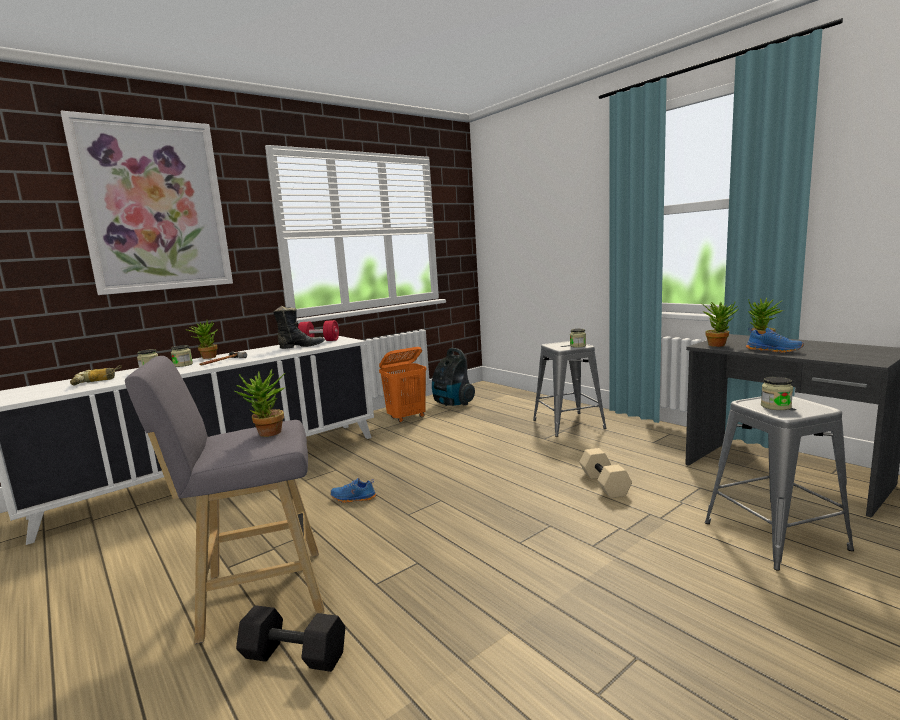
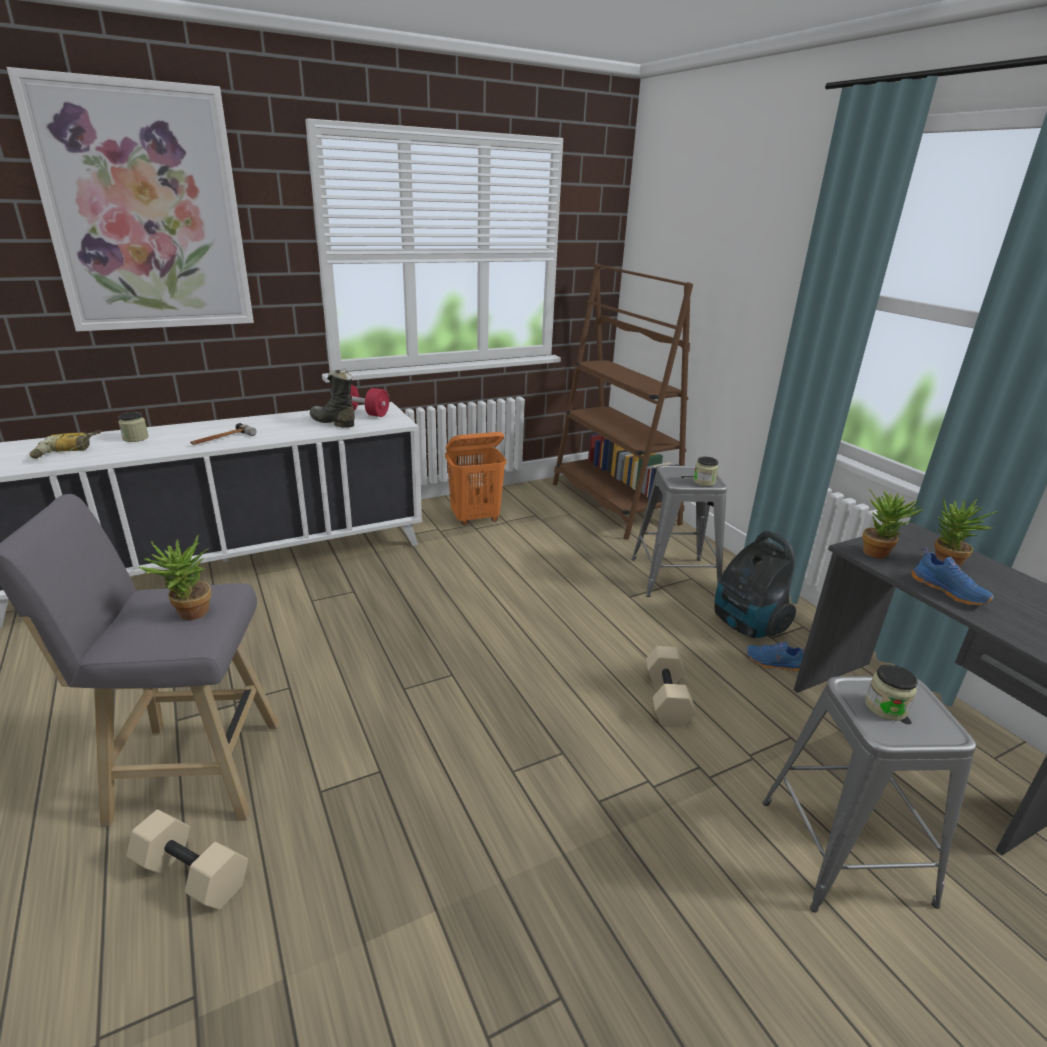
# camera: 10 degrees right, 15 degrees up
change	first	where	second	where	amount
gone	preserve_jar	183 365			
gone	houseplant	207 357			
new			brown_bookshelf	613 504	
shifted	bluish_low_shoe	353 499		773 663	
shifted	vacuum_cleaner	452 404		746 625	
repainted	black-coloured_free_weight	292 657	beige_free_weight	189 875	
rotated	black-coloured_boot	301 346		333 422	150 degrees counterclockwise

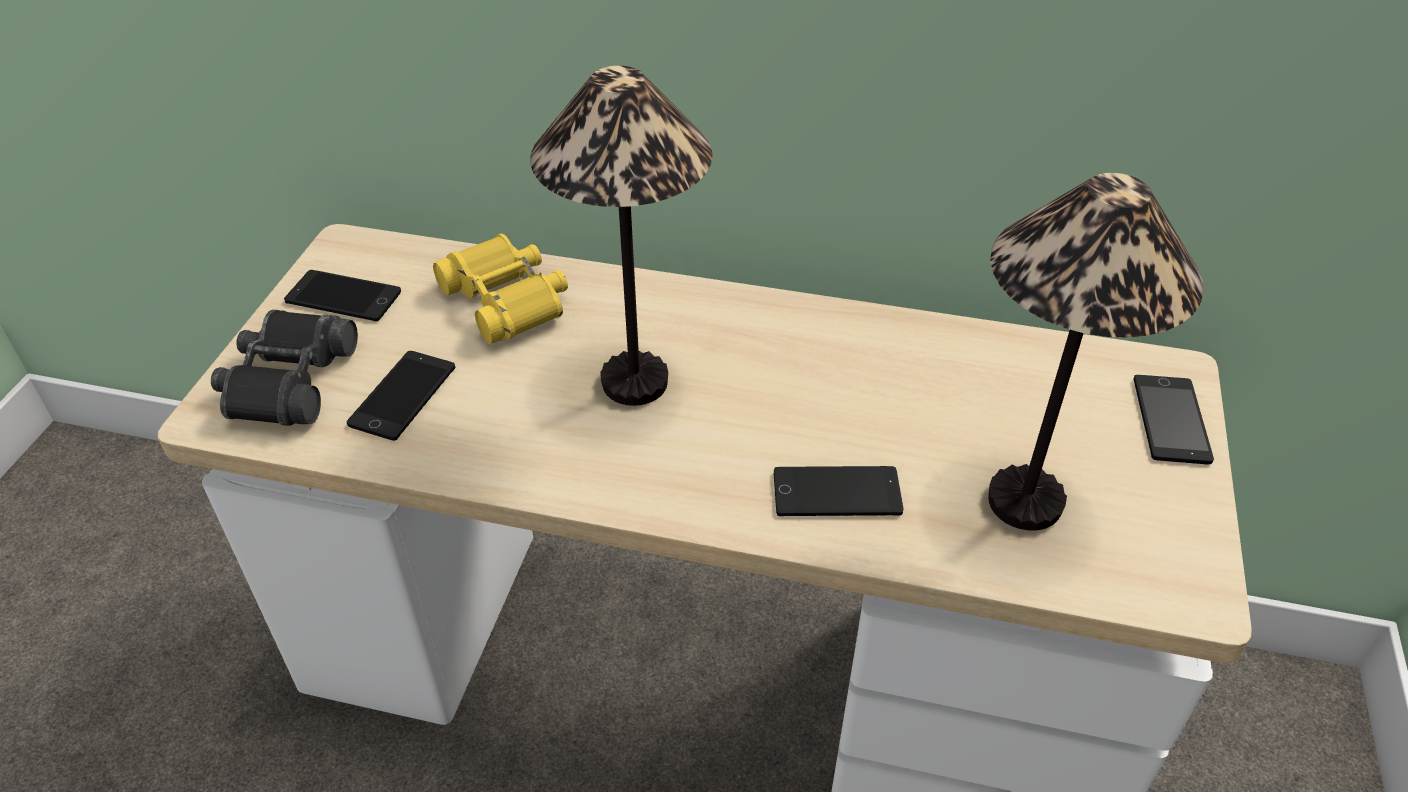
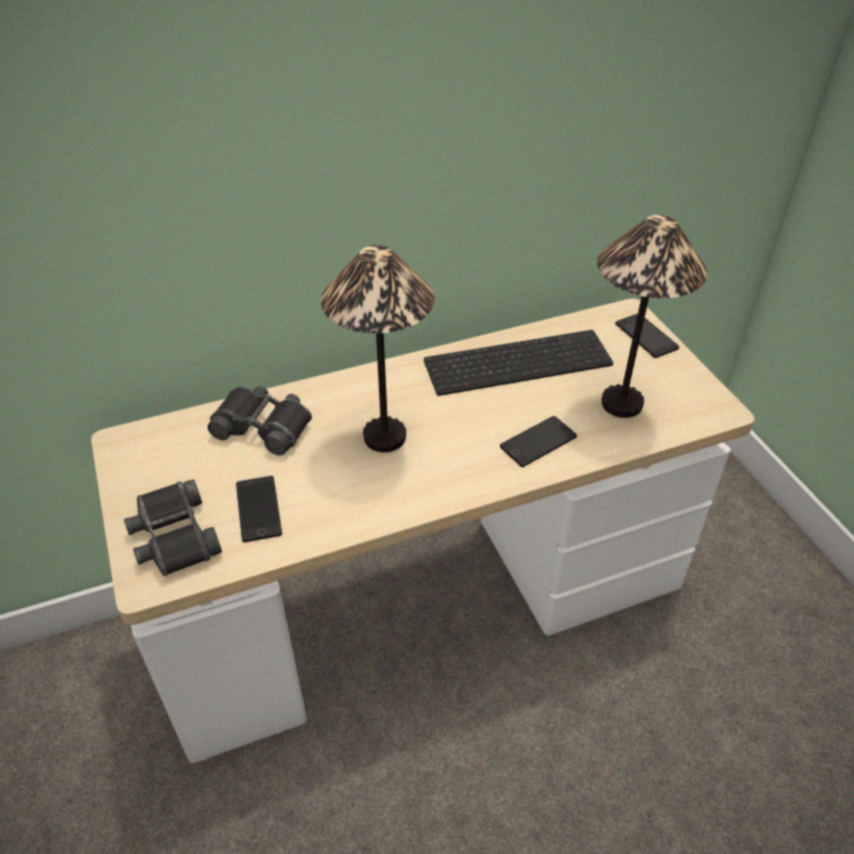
# camera: 35 degrees left, 0 degrees up
change	first	where	second	where	amount
gone	phone	343 297			
new			PC_keyboard	518 360	
repainted	yellow_pair_of_binoculars	507 300	black-coloured_pair_of_binoculars	264 426	

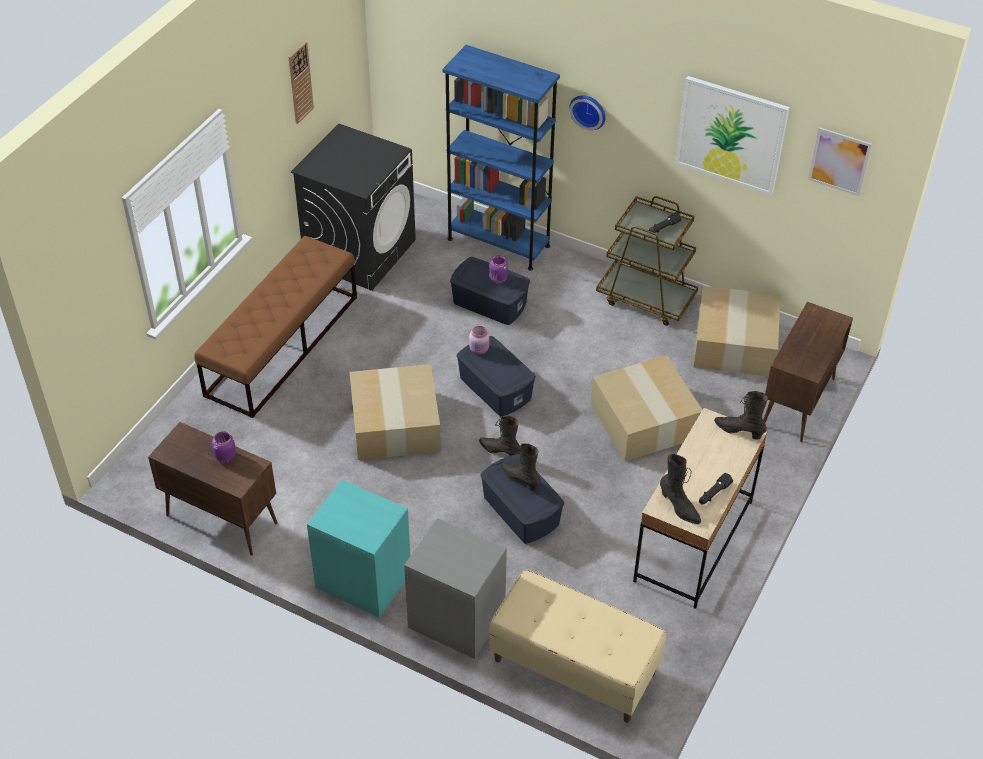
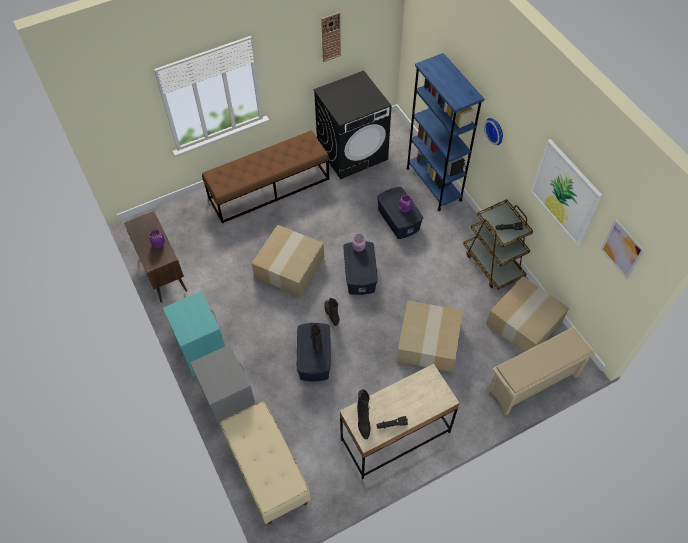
# camera: 35 degrees right, 10 degrees up
change	first	where	second	where	amount
gone	black-coloured_boot	739 431			
swapped	brown_cabinet	798 403	beige_shoe_rack	532 384	

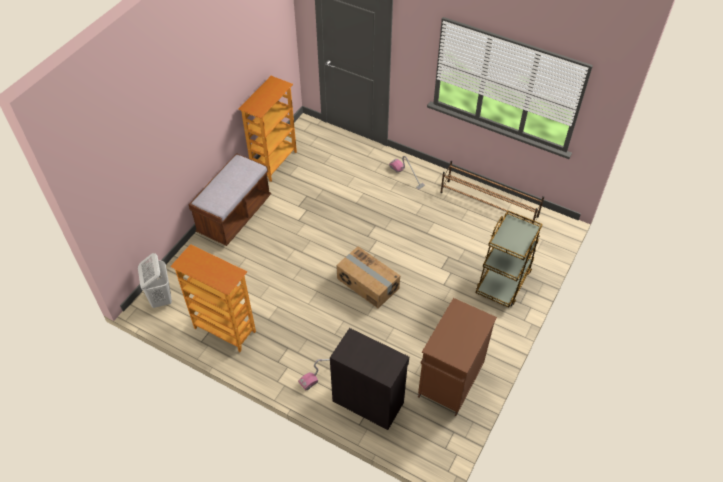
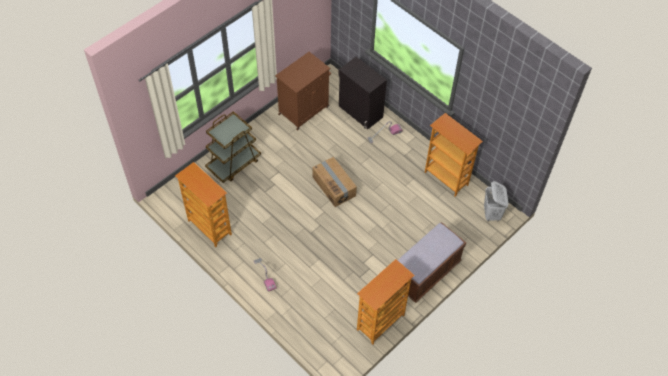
# camera: 165 degrees left, 5 degrees up
change	first	where	second	where	amount
swapped	brown_shoe_rack	489 204	bookshelf	209 228	

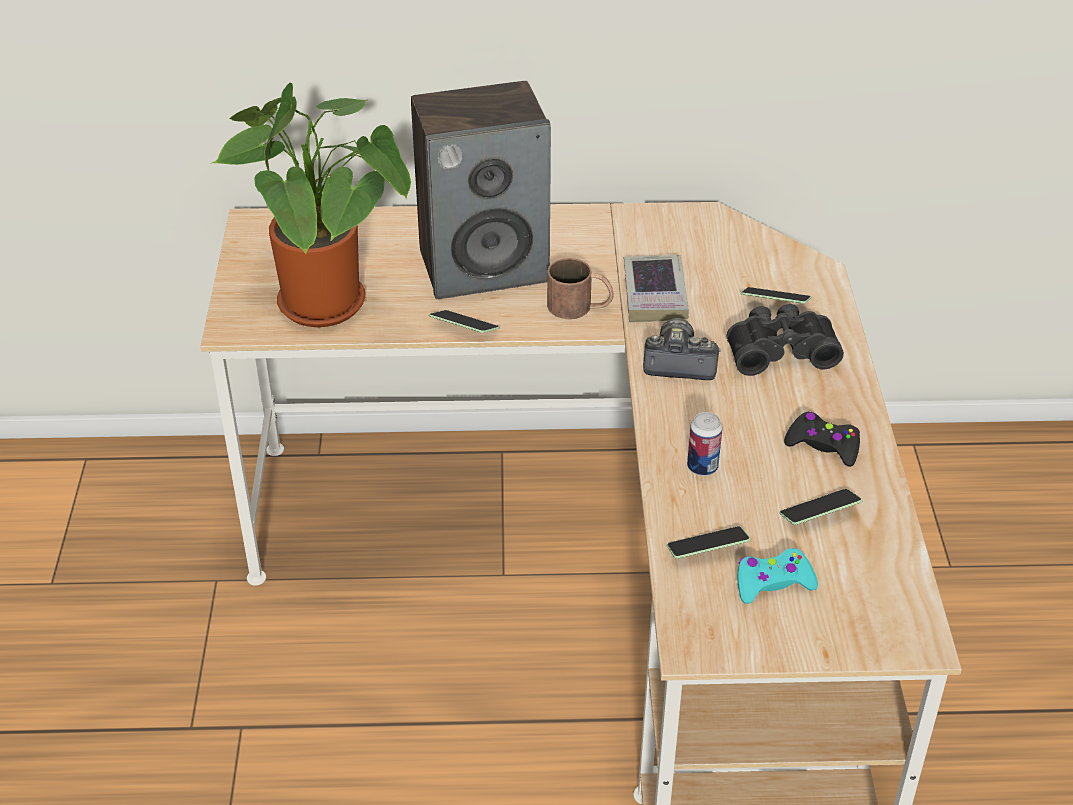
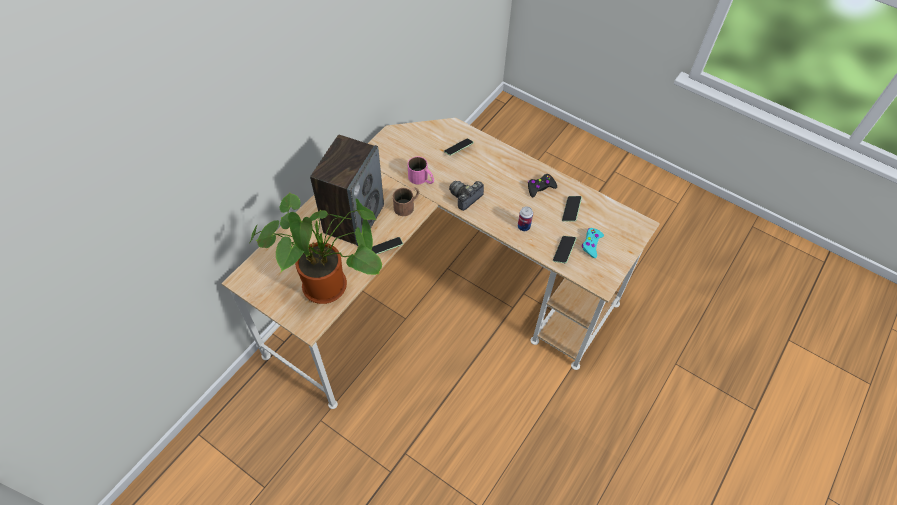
# camera: 55 degrees left, 15 degrees up
change	first	where	second	where	amount
gone	black-coloured_pair_of_binoculars	780 350			
swapped	book	655 294	pink_tea_mug	422 179	

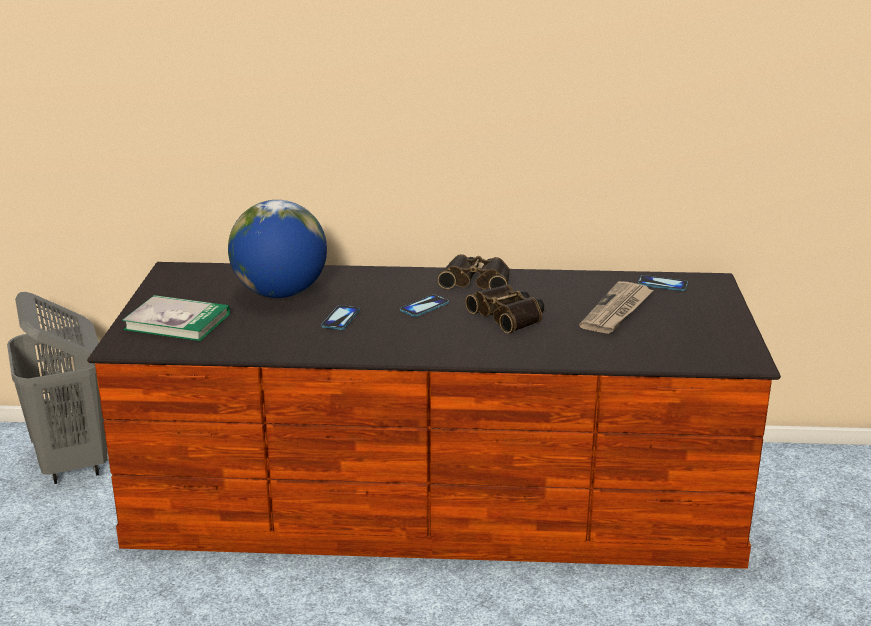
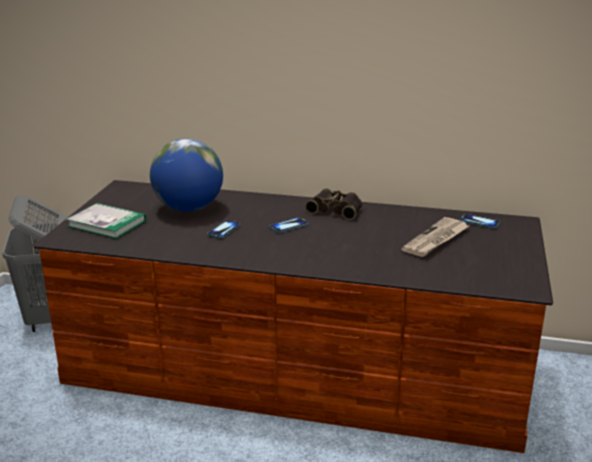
# camera: 10 degrees right, 0 degrees up
change	first	where	second	where	amount
gone	pair_of_binoculars	509 316			

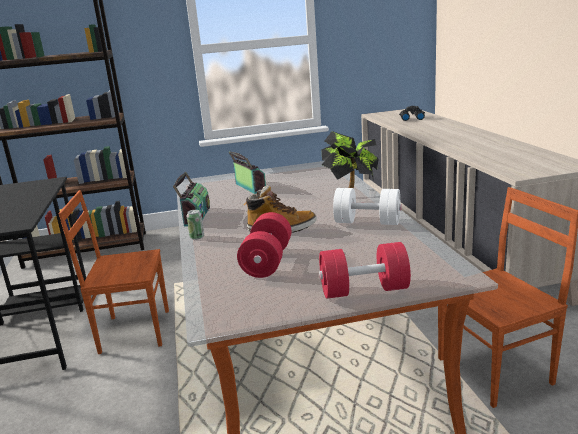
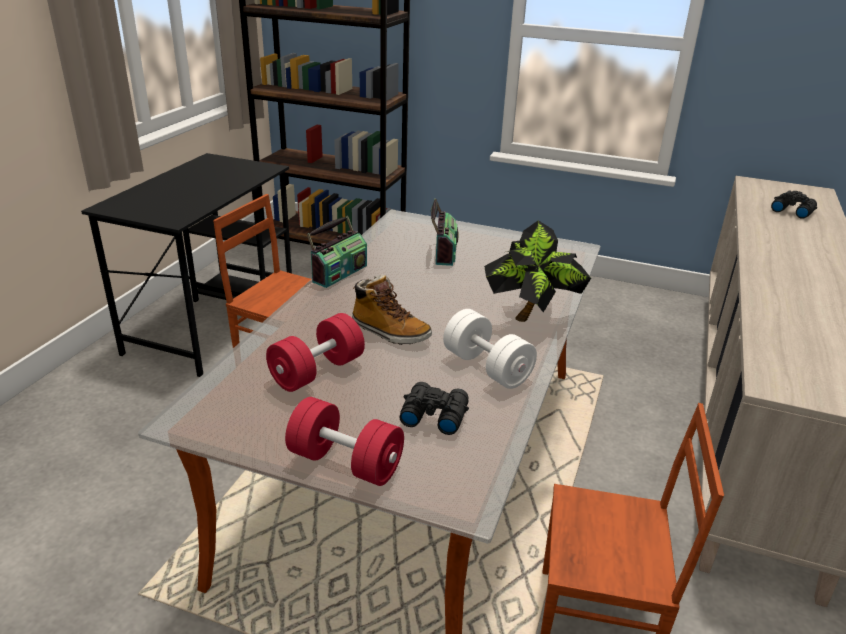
# camera: 30 degrees right, 10 degrees up
change	first	where	second	where	amount
gone	metal_can	197 237			
new			black-coloured_pair_of_binoculars	433 415	

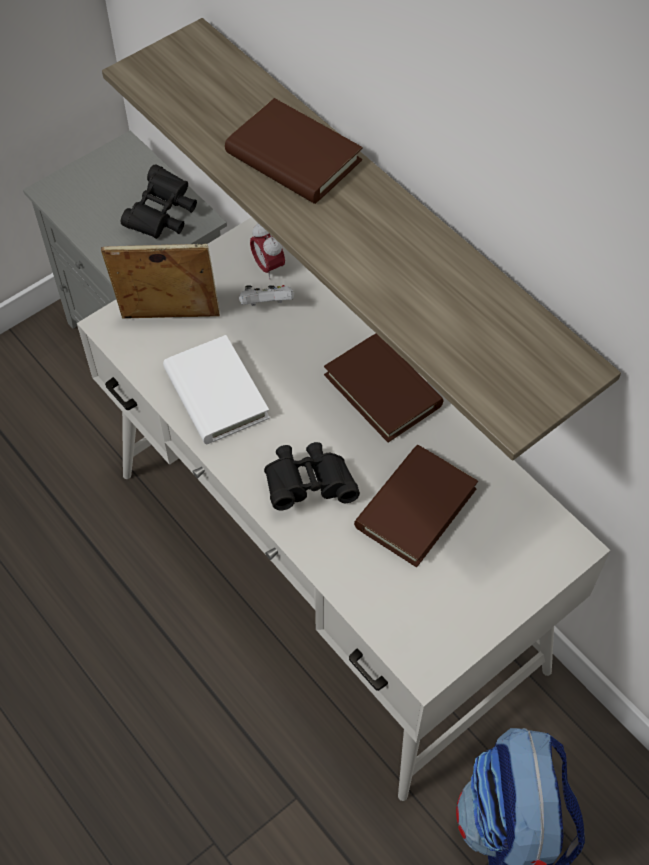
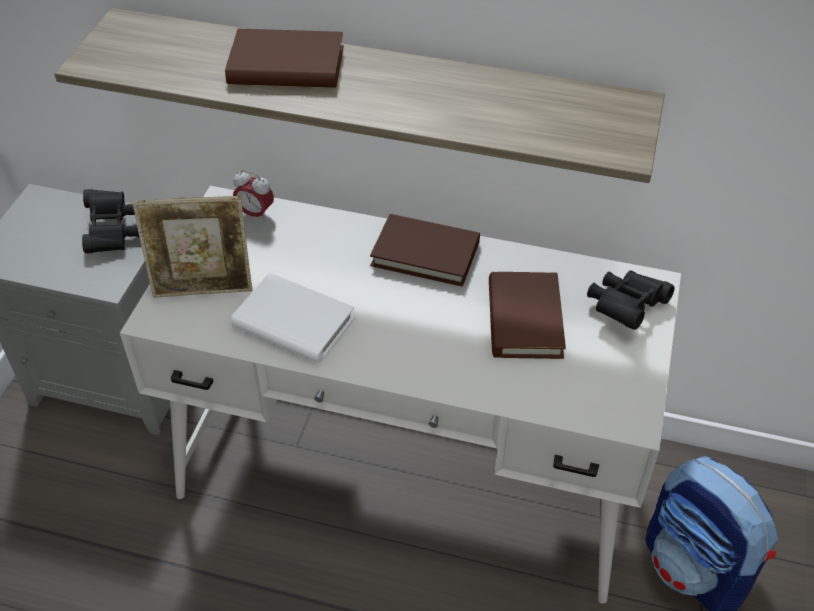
# camera: 35 degrees left, 10 degrees down
change	first	where	second	where	amount
gone	white_gamepad	266 305			
shifted	black-coloured_pair_of_binoculars	309 485		625 307	
rotated	picture_frame	169 320		204 290	150 degrees counterclockwise

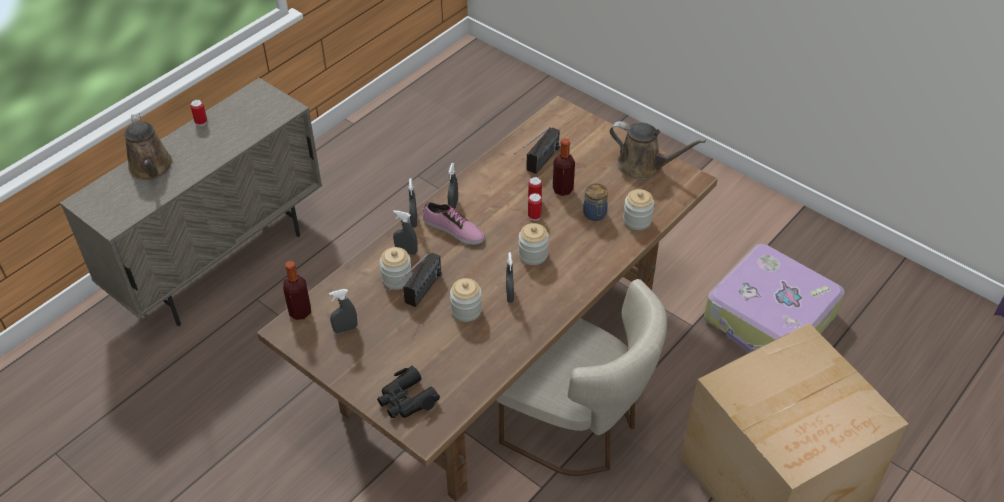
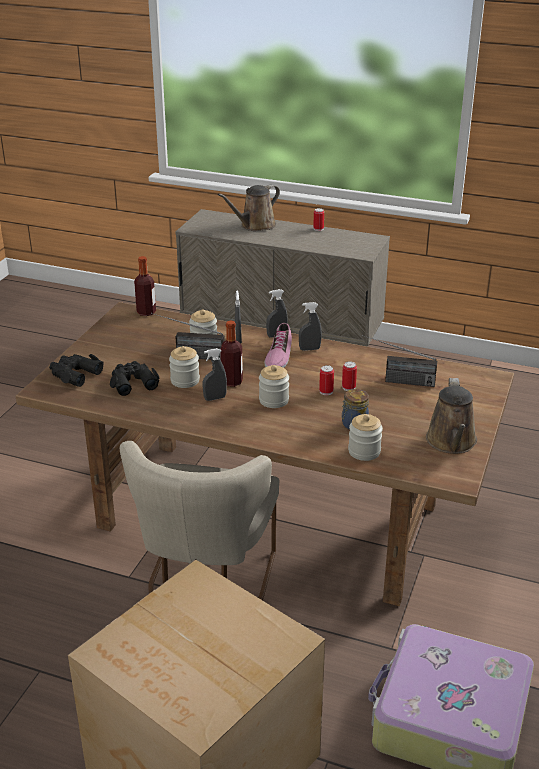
# camera: 70 degrees right, 15 degrees down
change	first	where	second	where	amount
gone	greyish_sprayer	345 329			
new			black-coloured_pair_of_binoculars	133 382	
shifted	bottle	562 189		232 382	

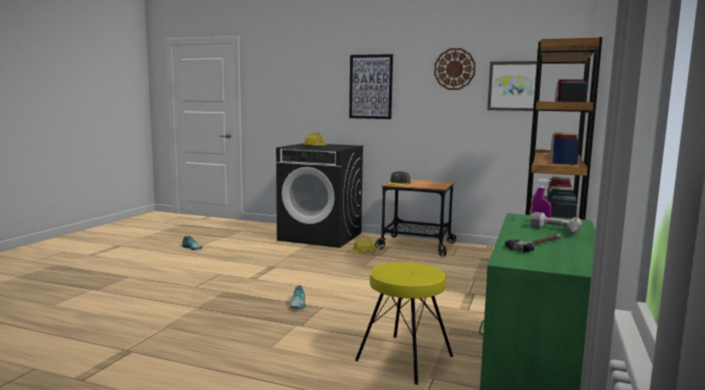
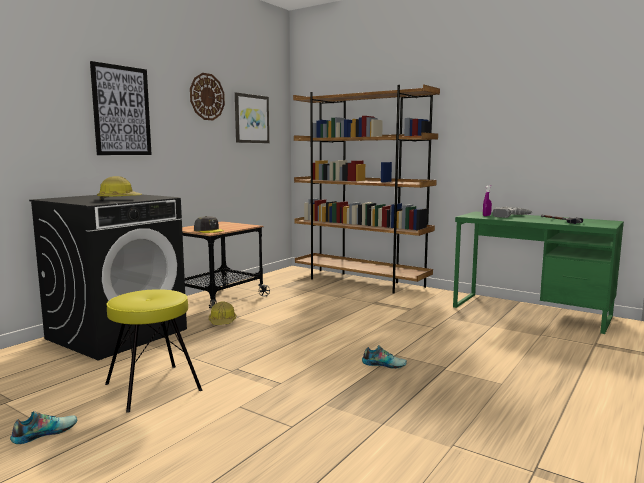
# camera: 75 degrees left, 0 degrees up
change	first	where	second	where	amount
shifted	yellow_sitting_stool	404 358		152 387	

